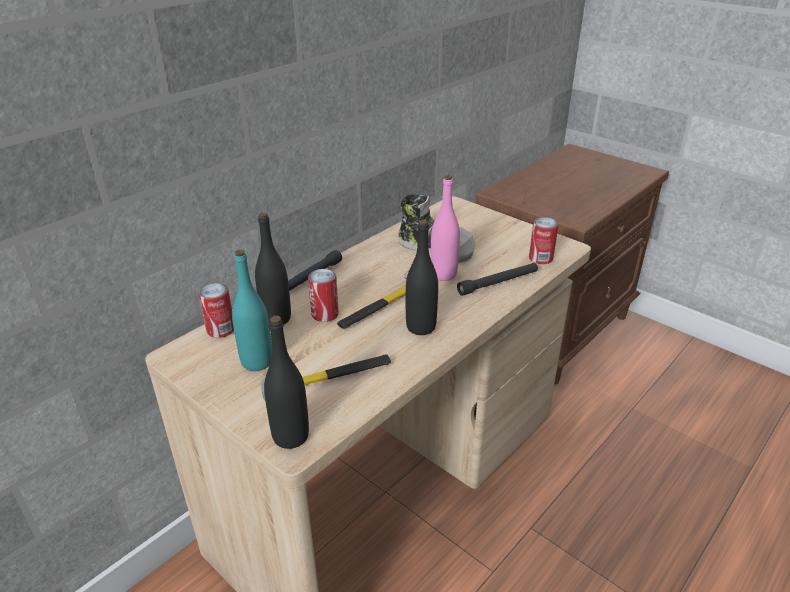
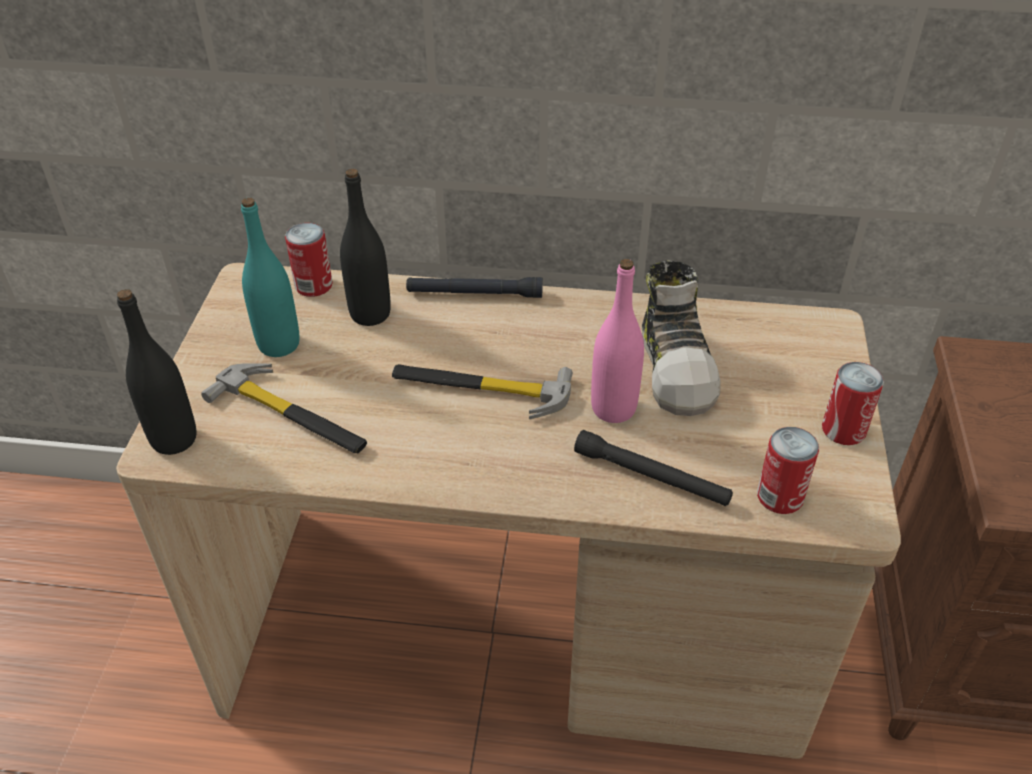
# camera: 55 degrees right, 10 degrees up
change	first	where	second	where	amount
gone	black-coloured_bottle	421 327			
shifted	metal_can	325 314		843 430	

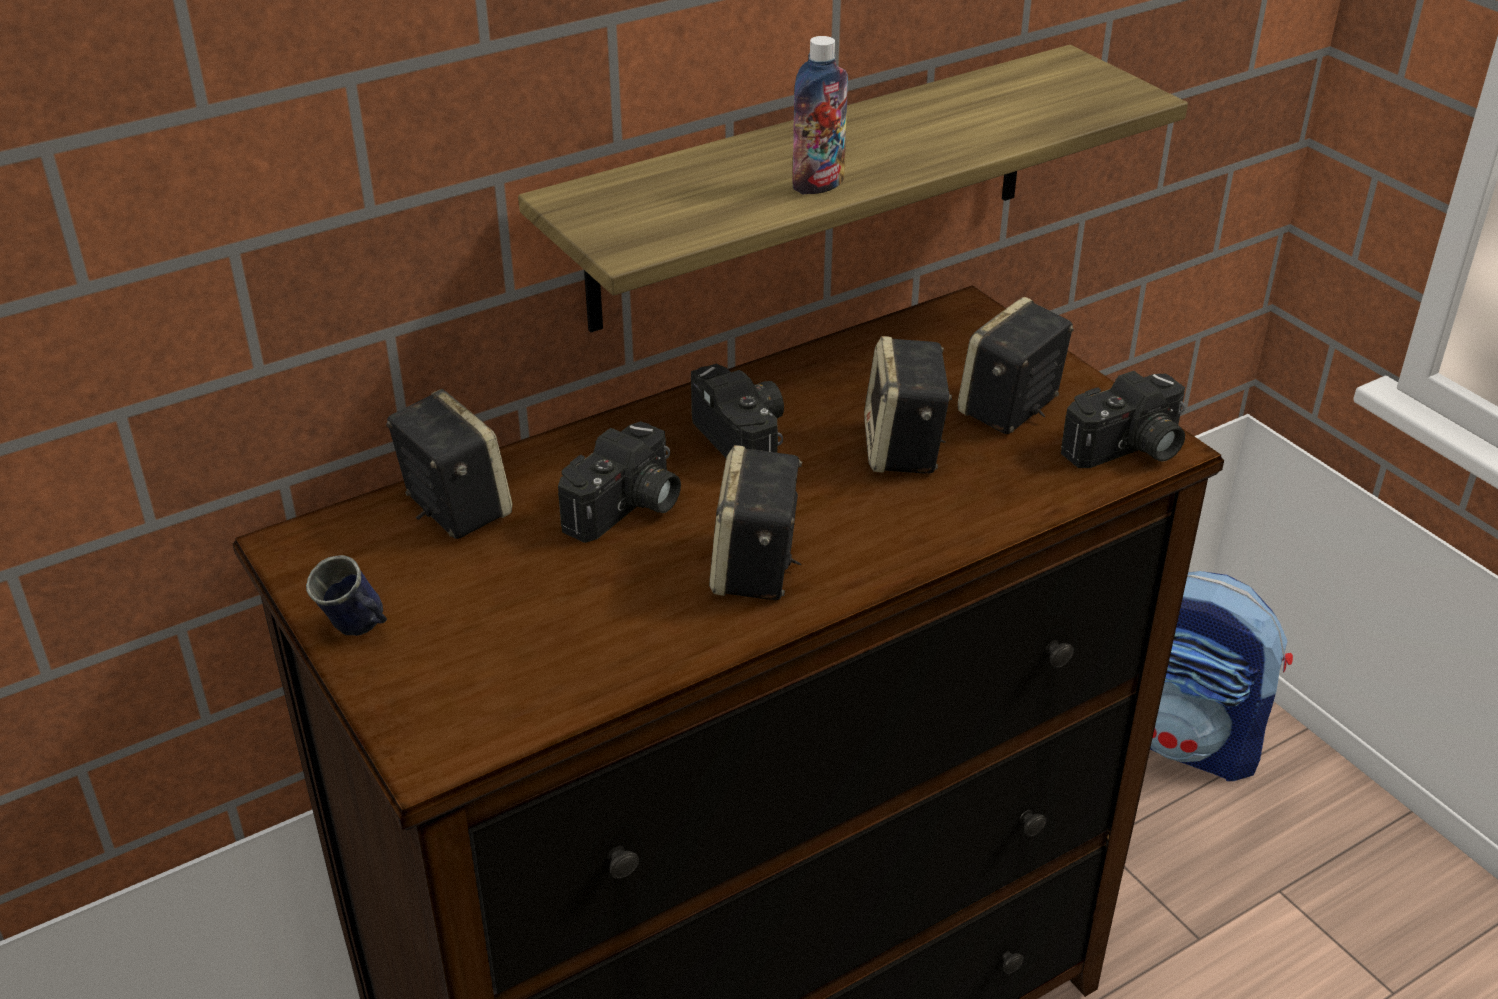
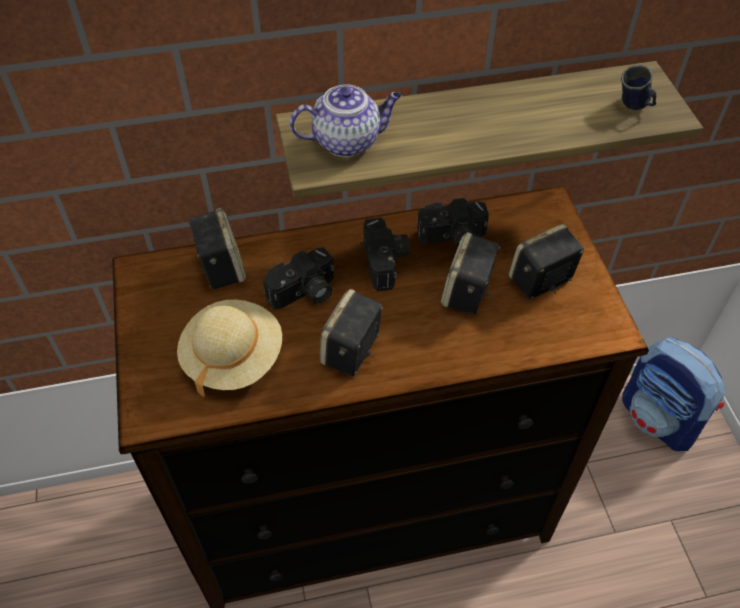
# camera: 20 degrees right, 15 degrees up
change	first	where	second	where	amount
gone	bottle	818 184			
new			beige_hat	233 358	
new			teapot	348 141	
shifted	bluish_tea_mug	358 630		634 107	
shifted	still_camera	1128 450		452 238	

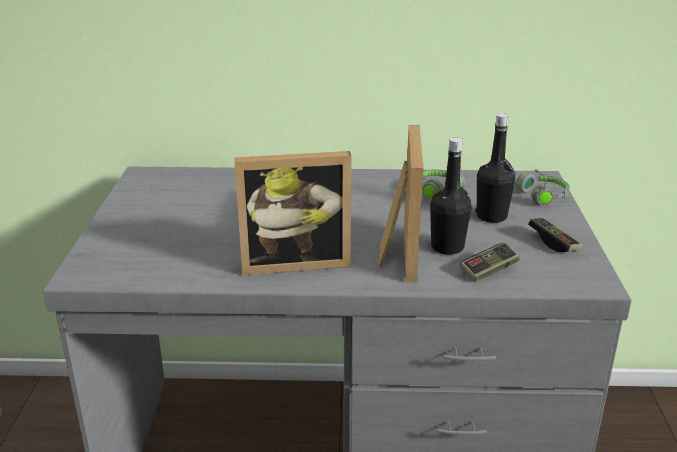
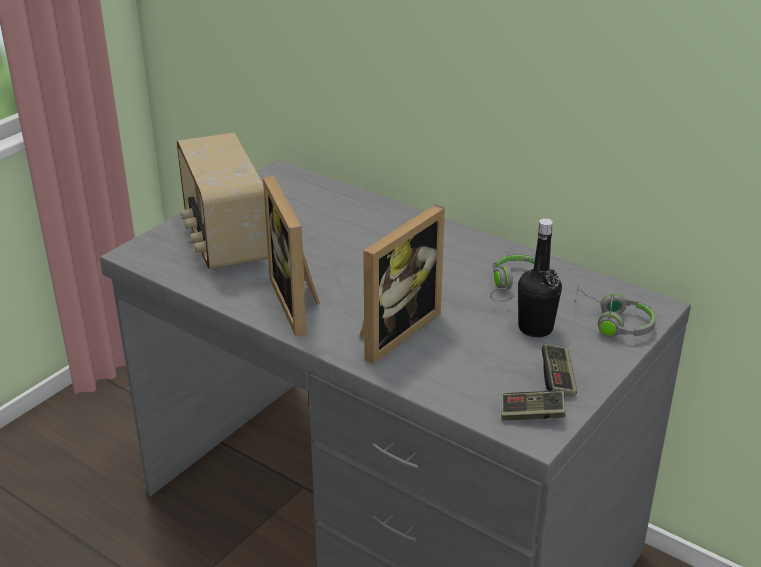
# camera: 35 degrees right, 5 degrees up
change	first	where	second	where	amount
gone	black-coloured_bottle	447 247			
new			radio_receiver	223 241	
shifted	gamepad	489 270		532 415	
rotated	picture_frame	295 261		299 303	45 degrees clockwise

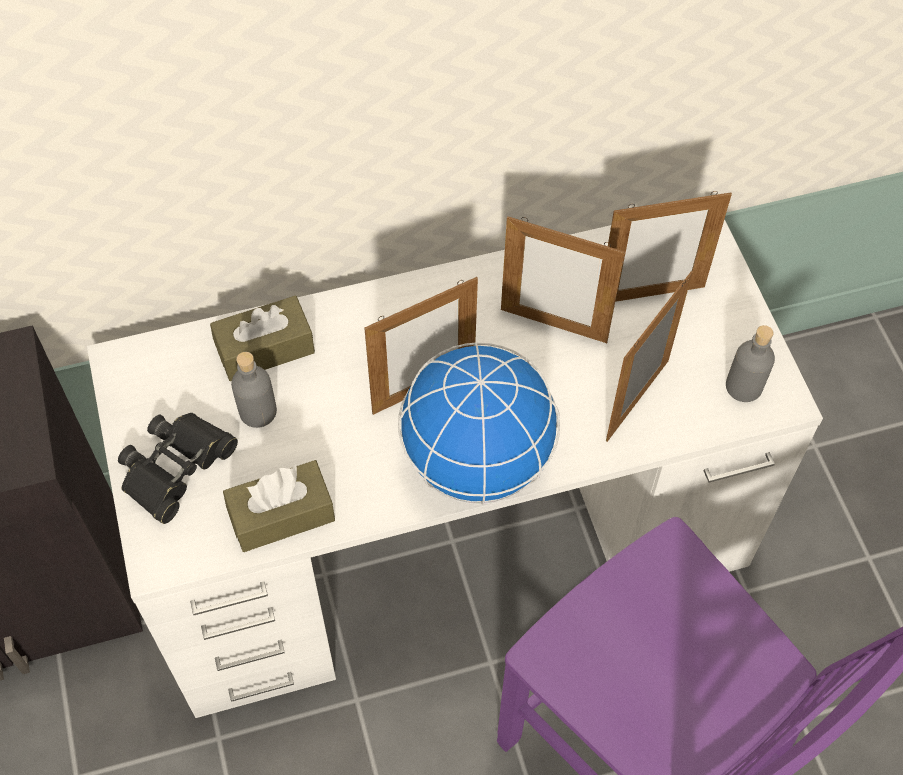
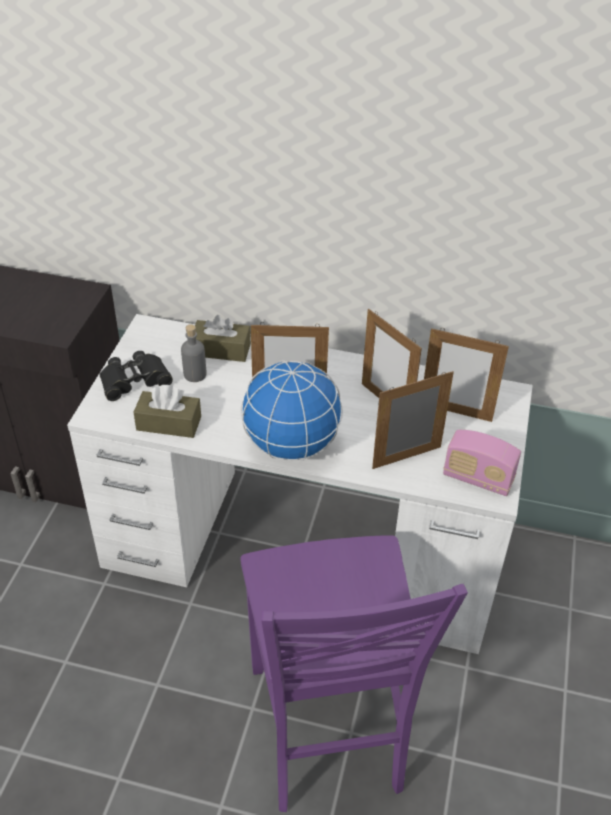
# camera: 30 degrees right, 15 degrees down
change	first	where	second	where	amount
swapped	greyish_bottle	744 386	radio_receiver	478 478	

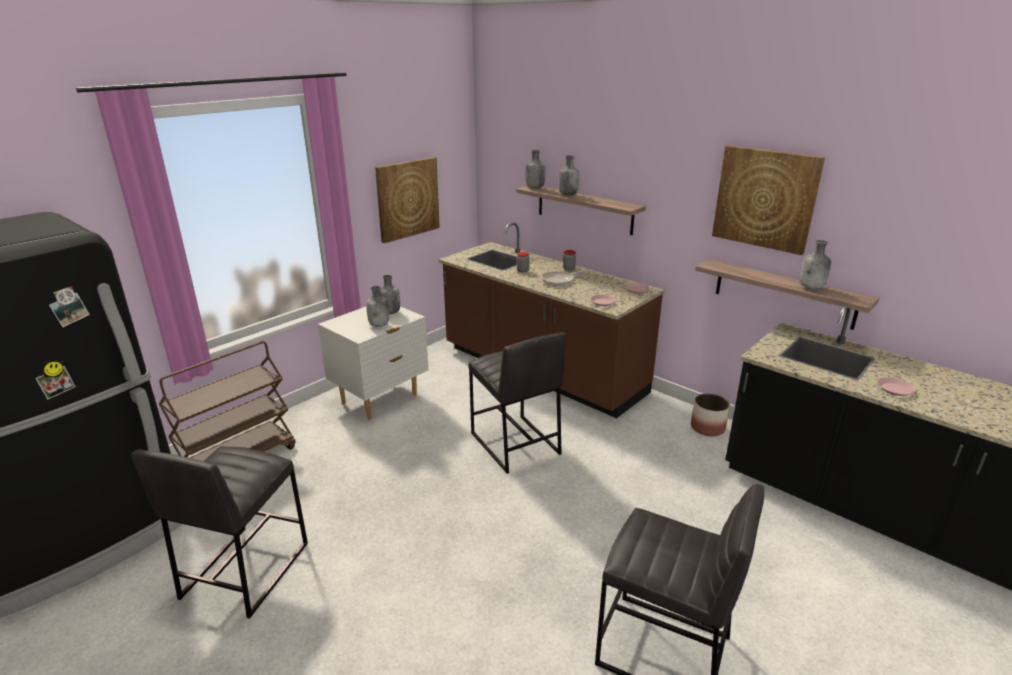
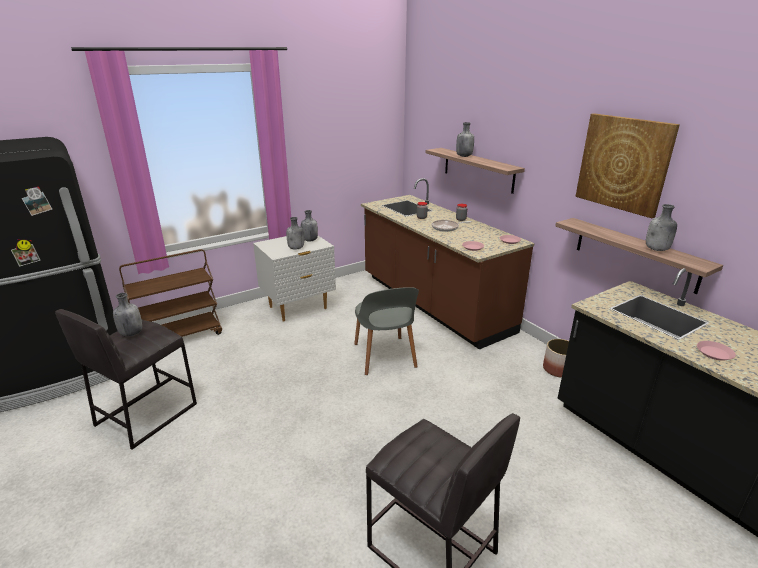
# camera: 15 degrees right, 0 degrees up
change	first	where	second	where	amount
gone	wall_picture	407 199			
shifted	greyish_bottle	534 188		131 333	
swapped	greyish_sitting_stool	514 444	greyish_chair	384 356	

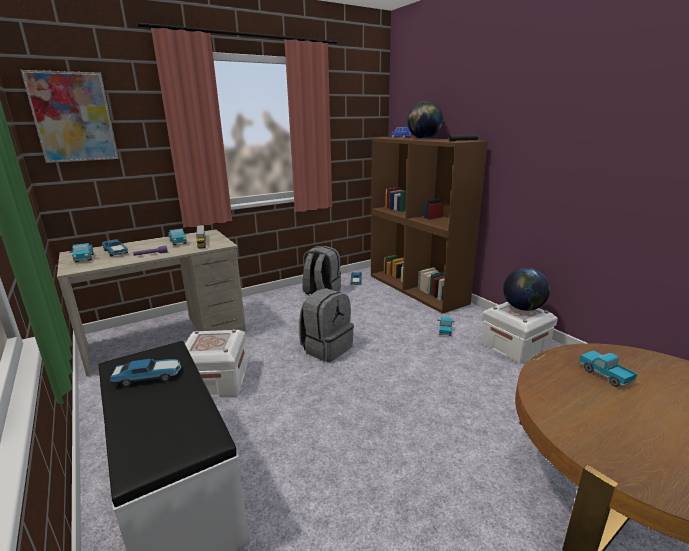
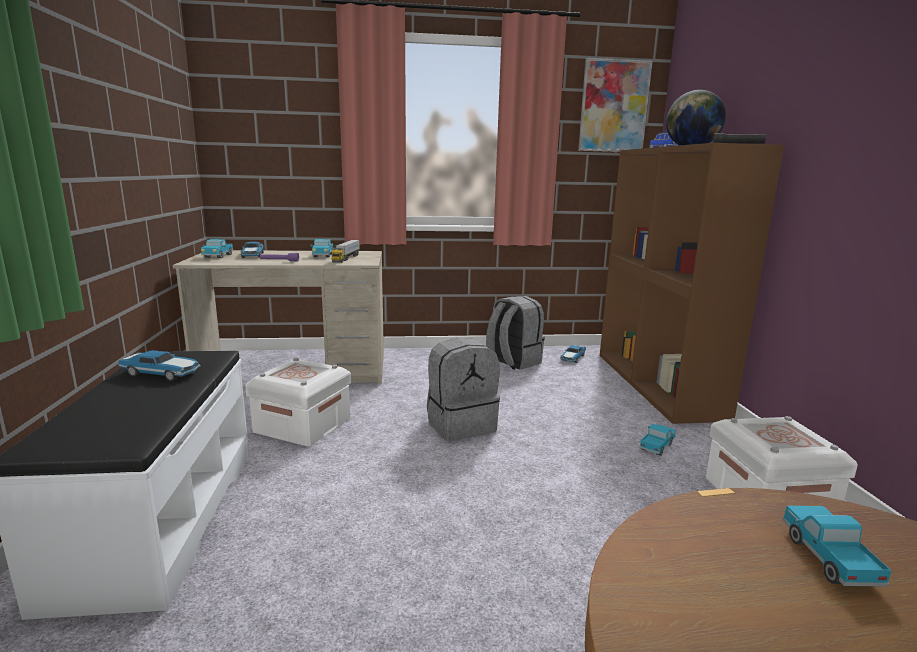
# camera: 25 degrees right, 5 degrees down
change	first	where	second	where	amount
gone	desk_globe	523 308			
shifted	wall_picture	73 117		614 106	

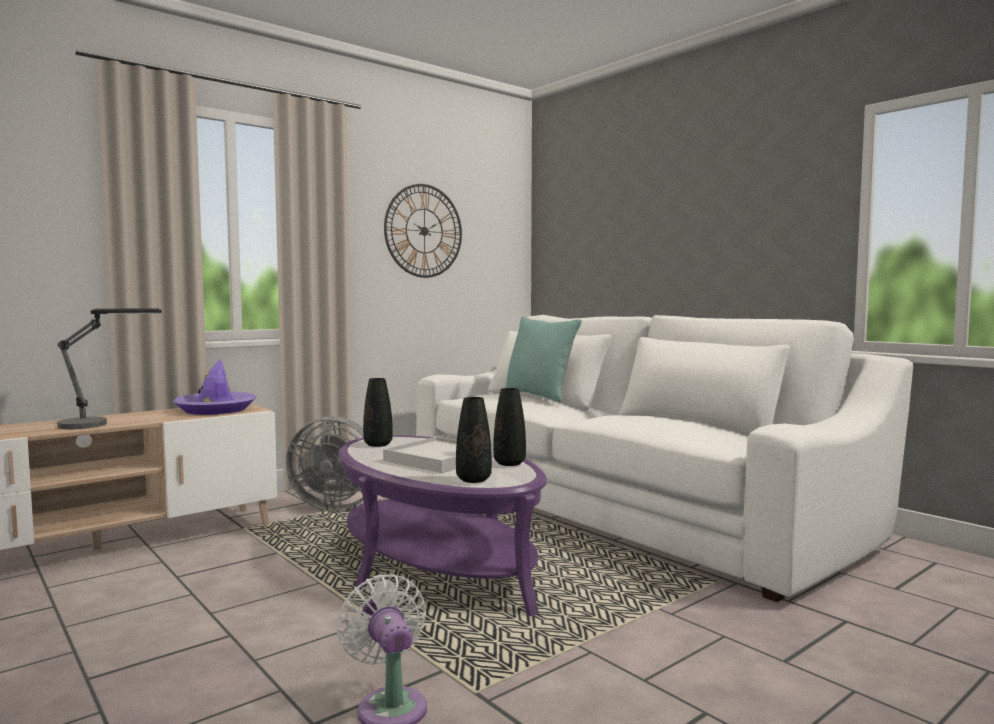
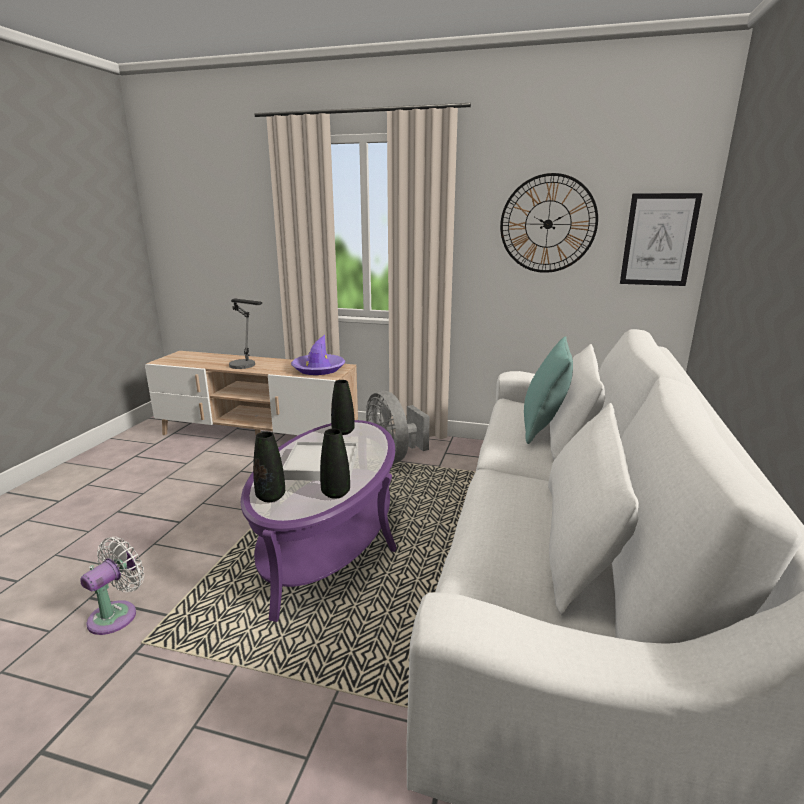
# camera: 55 degrees right, 15 degrees up
change	first	where	second	where	amount
new			wall_picture	659 240	

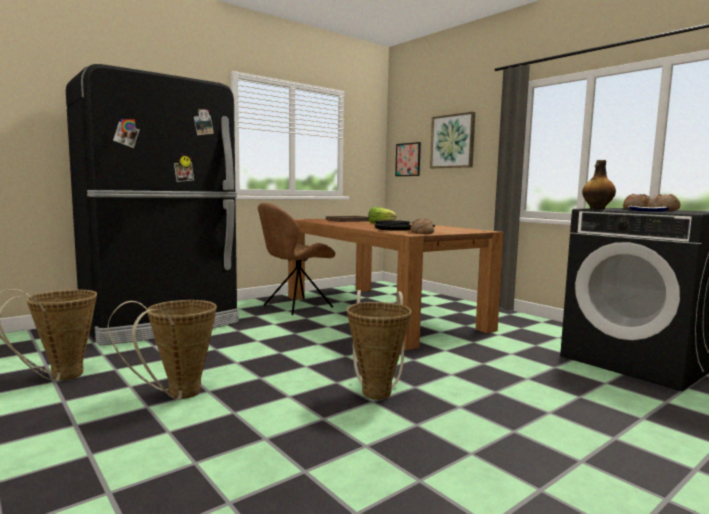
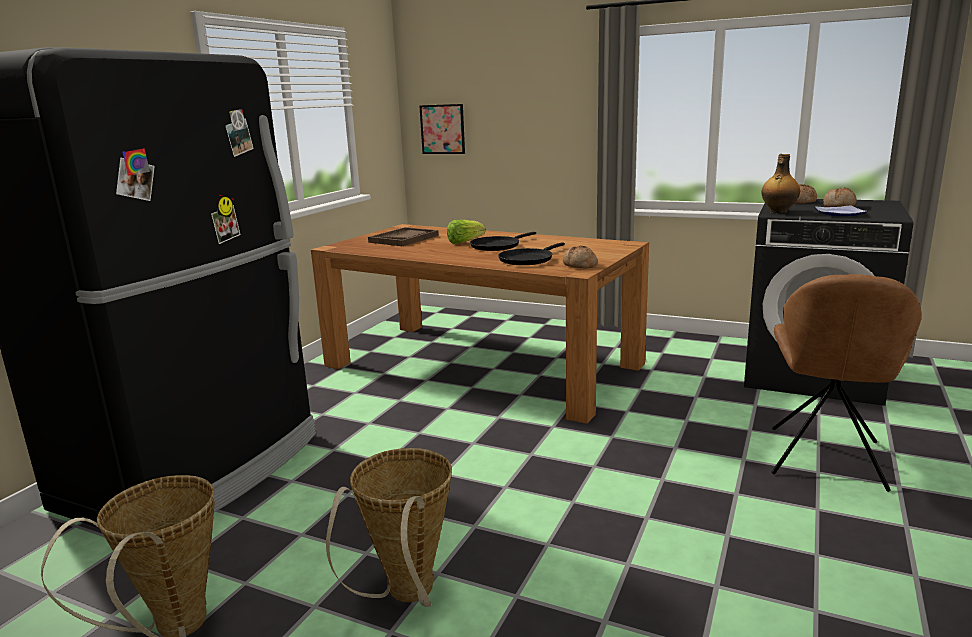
# camera: 25 degrees left, 10 degrees up
change	first	where	second	where	amount
gone	storage_basket	377 390			
gone	wall_picture	452 141			
shifted	brown_chair	296 307		825 460	

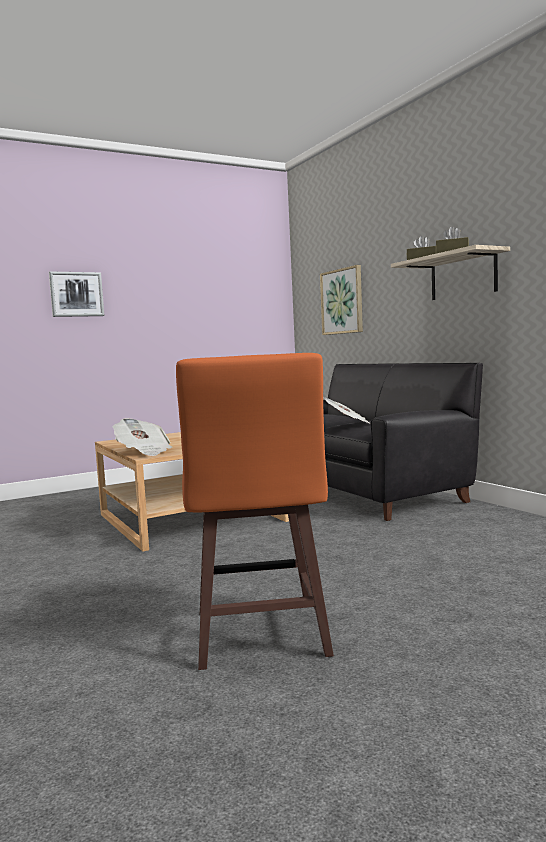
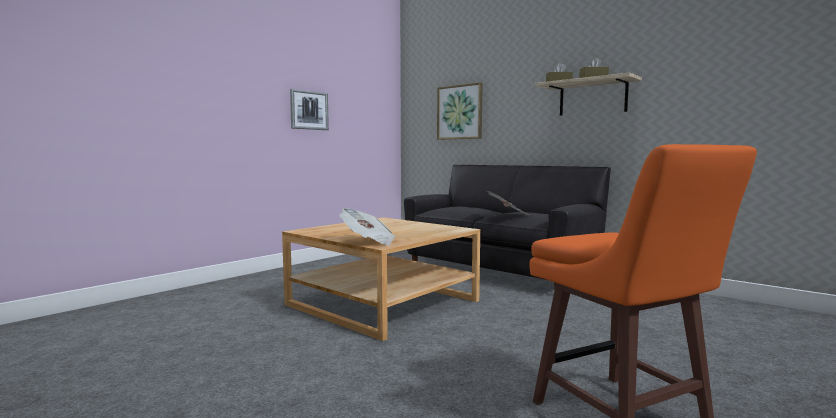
# camera: 20 degrees left, 0 degrees up
change	first	where	second	where	amount
shifted	wall_picture	76 294		309 110	

